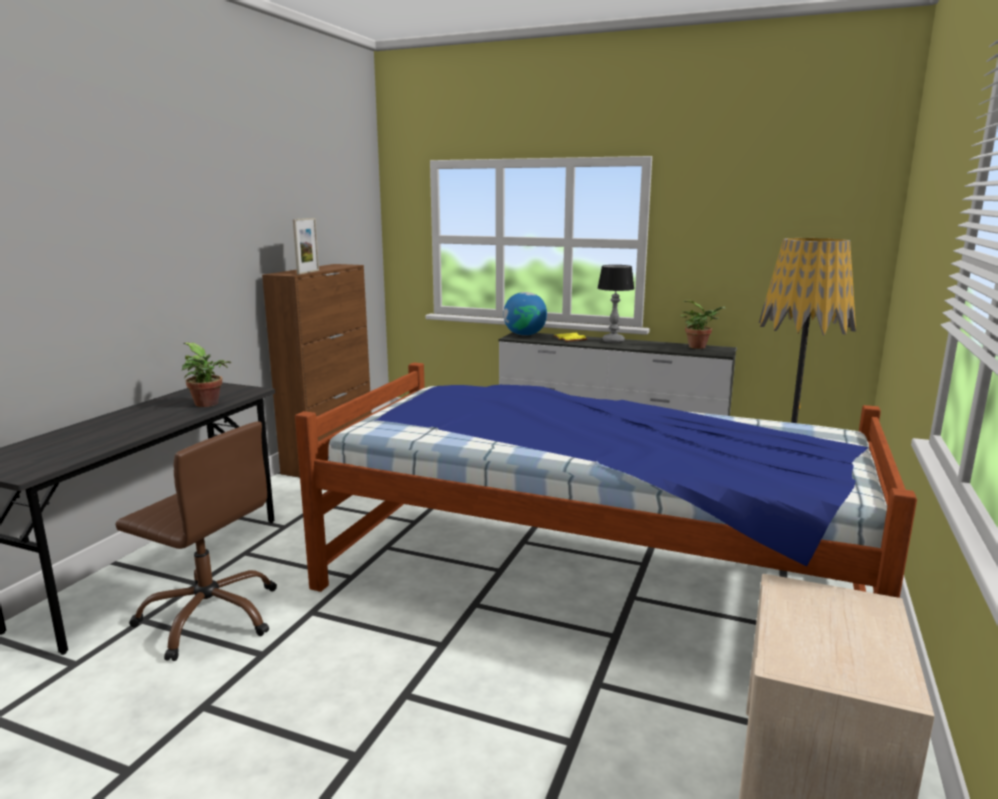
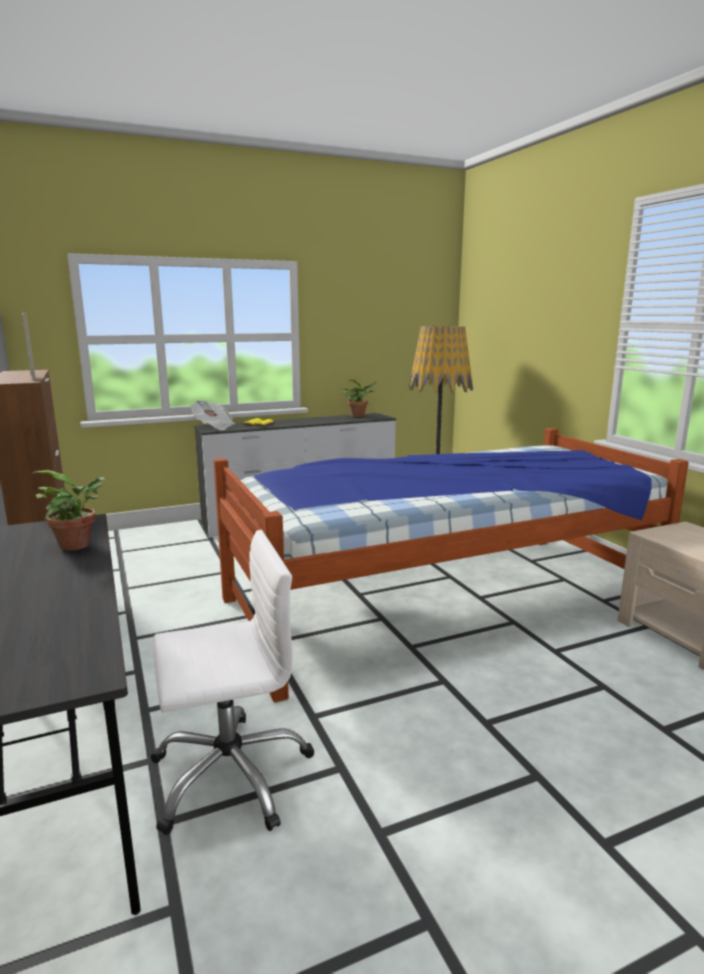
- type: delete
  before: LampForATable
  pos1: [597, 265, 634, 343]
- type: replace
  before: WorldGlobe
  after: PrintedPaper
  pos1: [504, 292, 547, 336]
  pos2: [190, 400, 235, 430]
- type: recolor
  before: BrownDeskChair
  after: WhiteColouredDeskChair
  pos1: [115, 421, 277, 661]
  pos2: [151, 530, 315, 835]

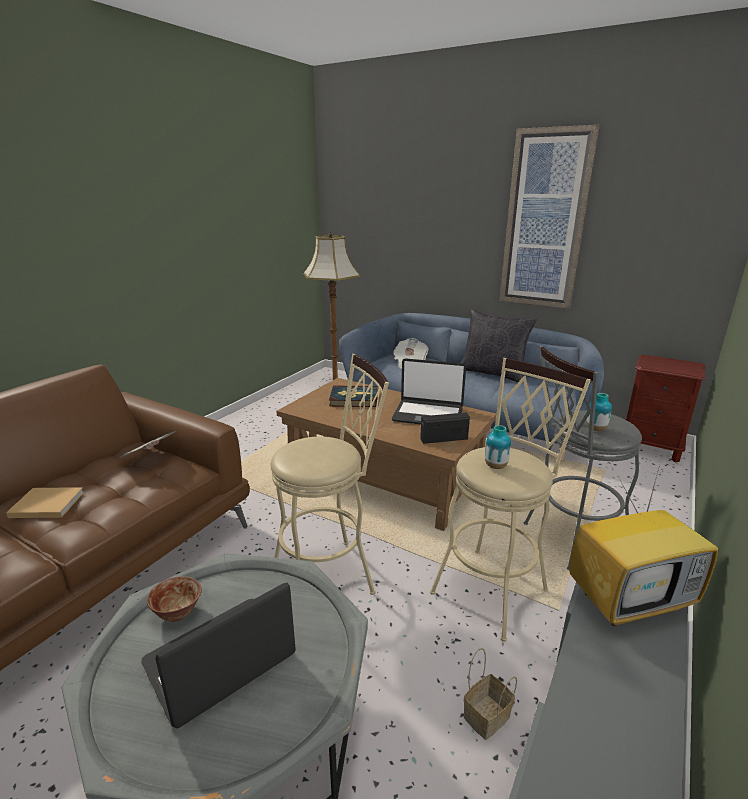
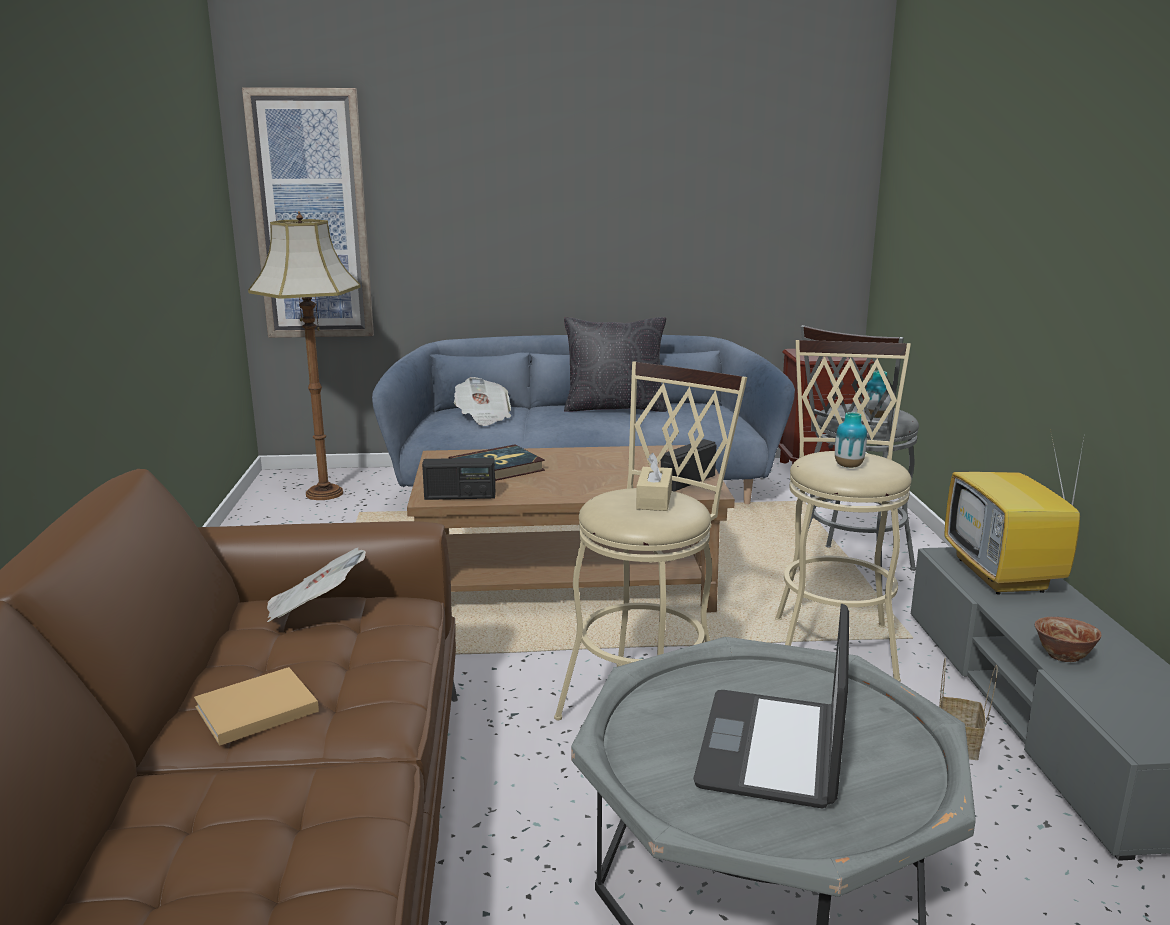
- type: delete
  before: NotebookComputer
  pos1: [392, 358, 466, 424]
- type: insert
  after: Radio
  pos2: [422, 458, 495, 500]
- type: insert
  after: BeigeTissueBox
  pos2: [636, 453, 672, 511]
- type: move
  before: ServingBowl
  pos1: [147, 576, 202, 622]
  pos2: [1035, 617, 1101, 662]
- type: move
  before: Picture
  pos1: [500, 125, 600, 309]
  pos2: [242, 88, 374, 338]
- type: rotate
  before: Tv
  pos1: [570, 461, 718, 626]
  pos2: [945, 433, 1085, 595]
  turn: 135

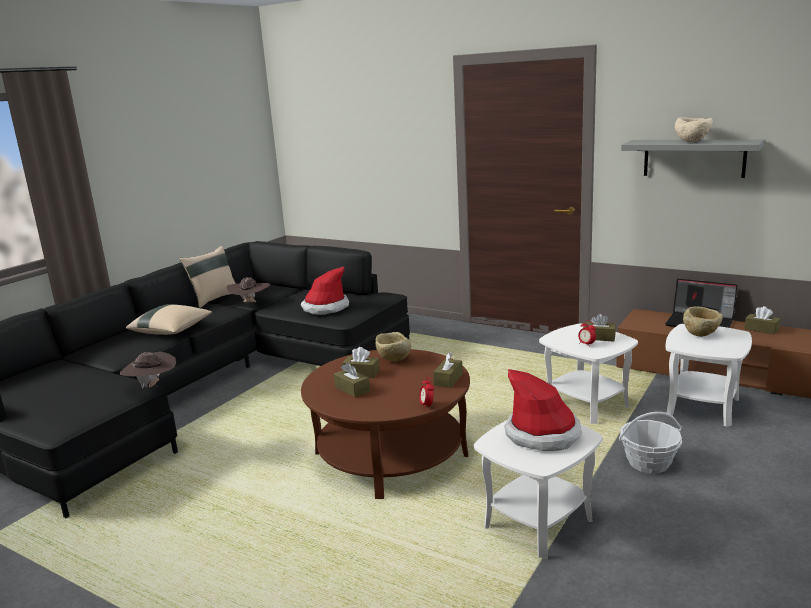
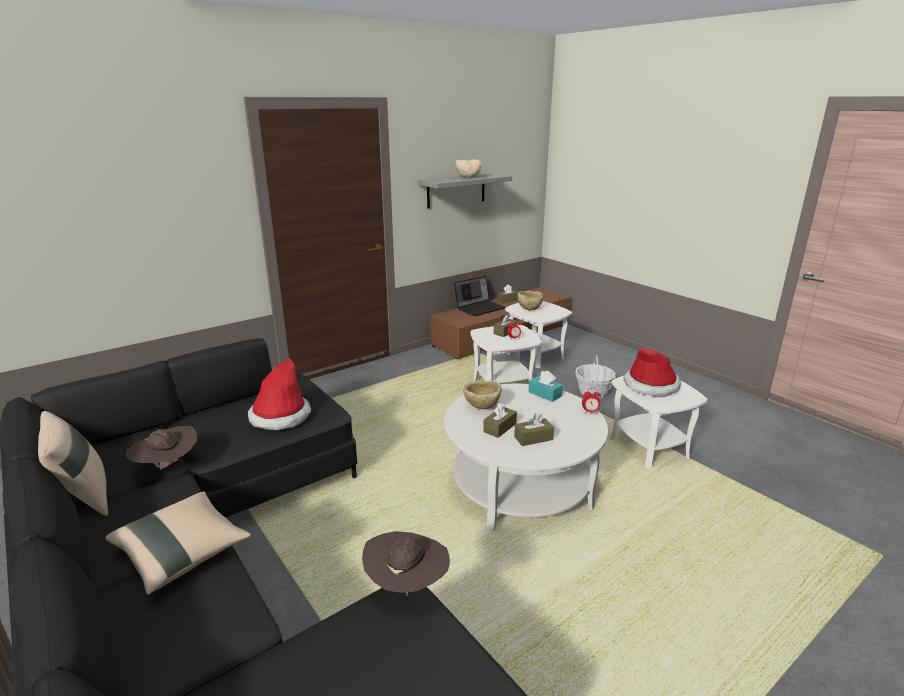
- type: recolor
  before: BrownCoffeeTable
  after: WhiteColouredCoffeeTable
  pos1: [301, 349, 470, 499]
  pos2: [444, 384, 608, 531]
- type: recolor
  before: BrownTissueBox
  after: BlueGreenTissueBox
  pos1: [433, 353, 463, 388]
  pos2: [528, 371, 563, 402]

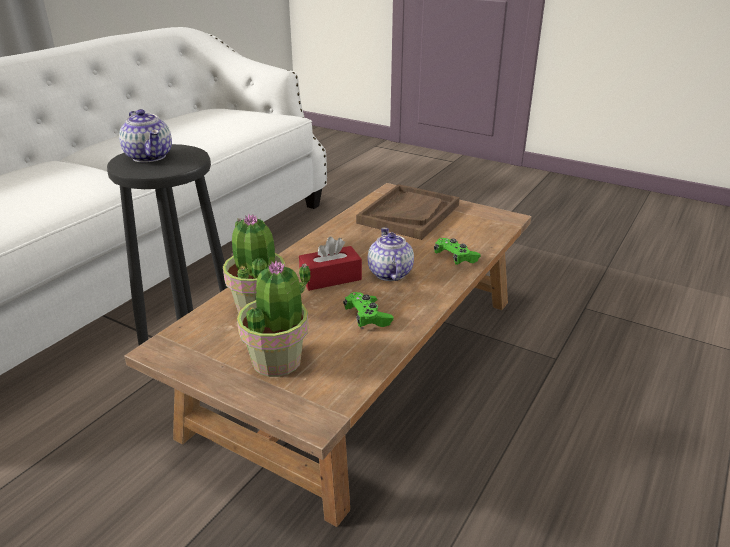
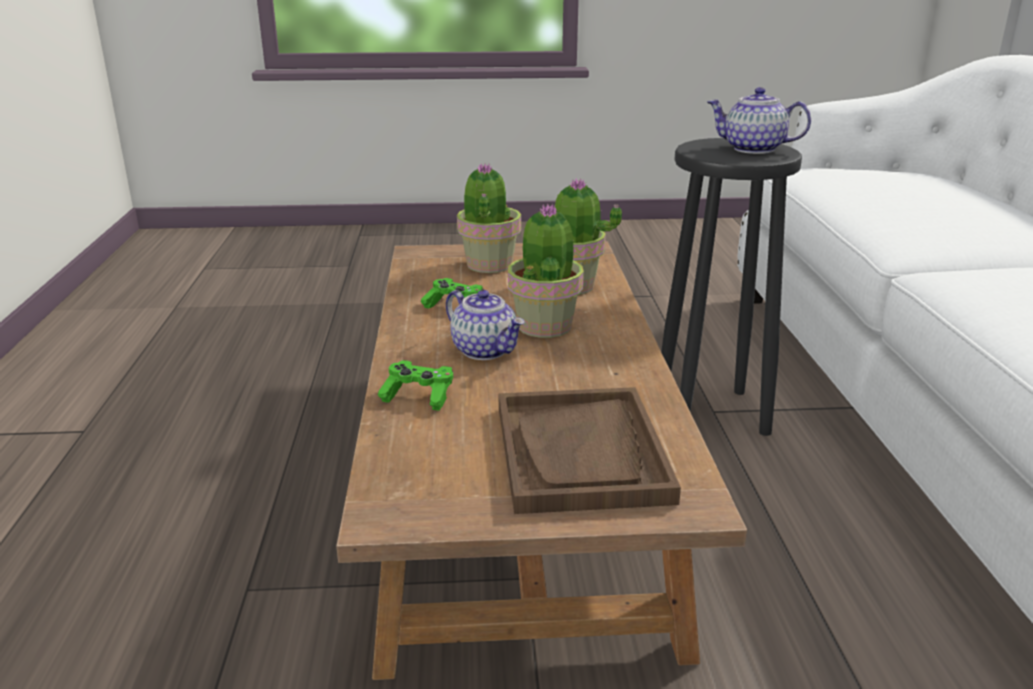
- type: replace
  before: ReddishTissueBox
  after: PottedPlant
  pos1: [299, 237, 362, 291]
  pos2: [508, 204, 584, 338]

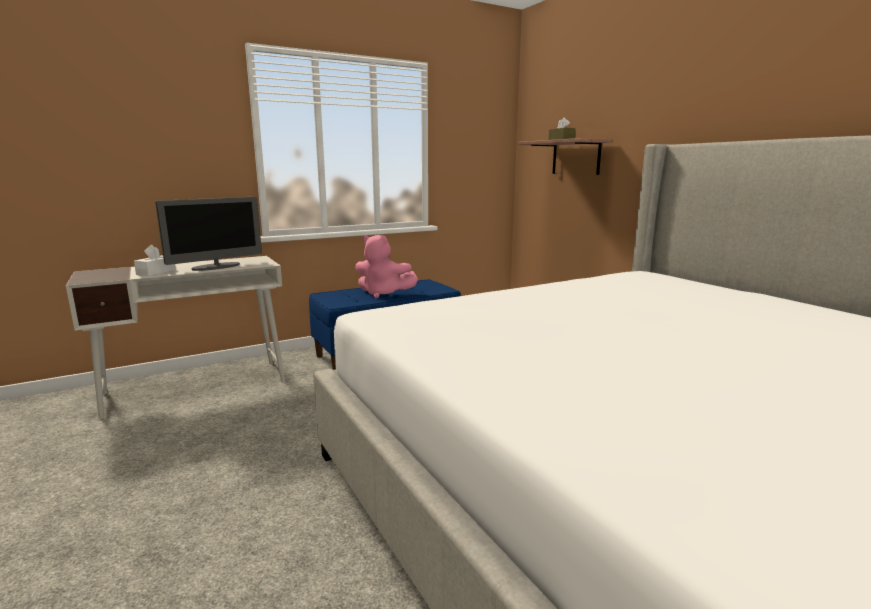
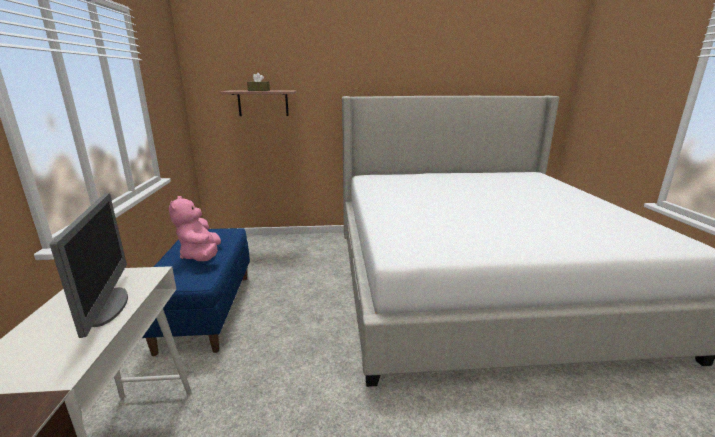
- type: delete
  before: WhiteColouredTissueBox
  pos1: [134, 245, 176, 276]
- type: rotate
  before: PinkPlushToy
  pos1: [355, 235, 418, 298]
  pos2: [169, 196, 221, 261]
  turn: 120

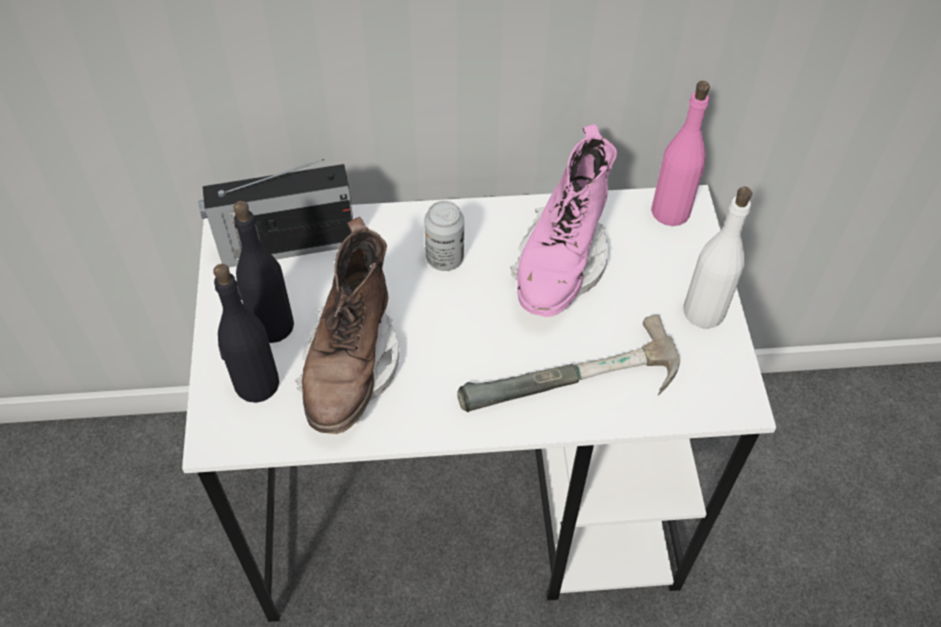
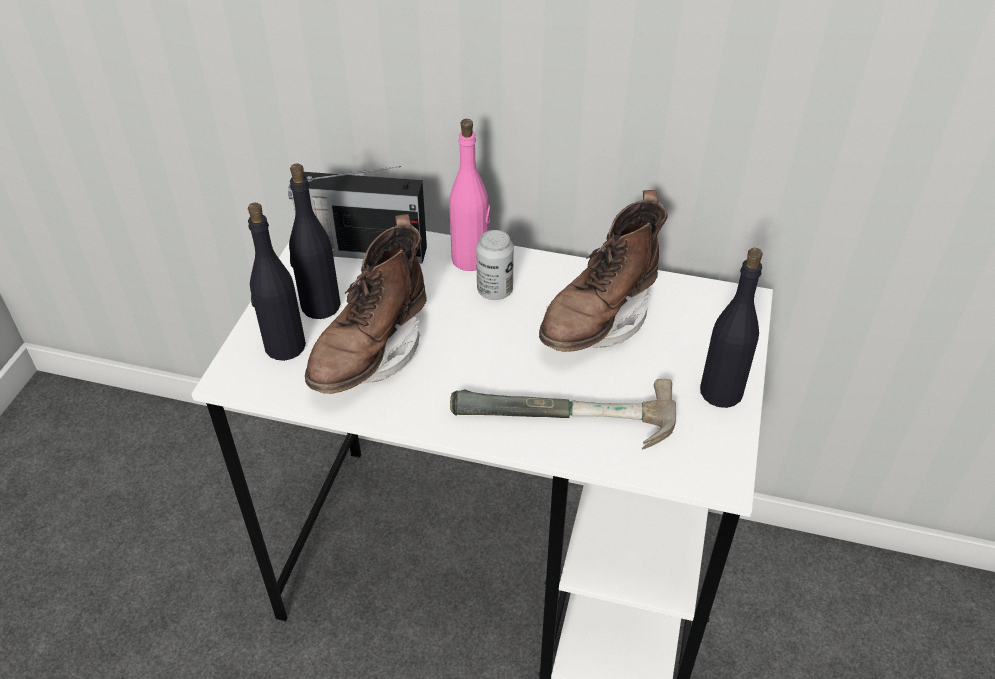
- type: move
  before: PinkBottle
  pos1: [651, 81, 710, 226]
  pos2: [449, 119, 490, 271]
- type: recolor
  before: PinkTallBoot
  after: BrownTallBoot
  pos1: [510, 124, 618, 317]
  pos2: [539, 190, 668, 352]
- type: recolor
  before: WhiteColouredBottle
  after: BlackBottle
  pos1: [684, 187, 752, 329]
  pos2: [700, 248, 763, 408]

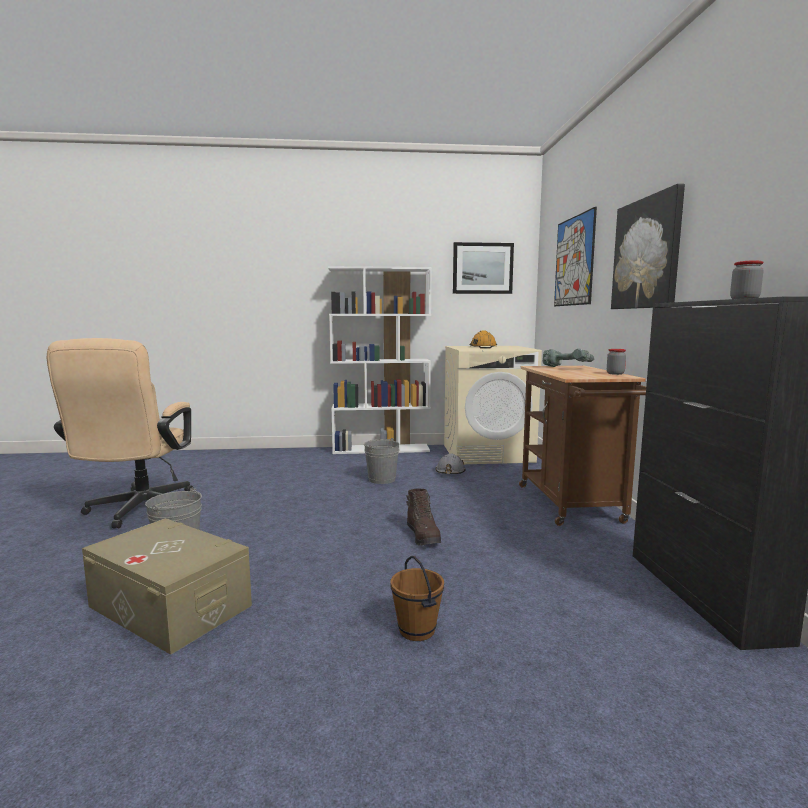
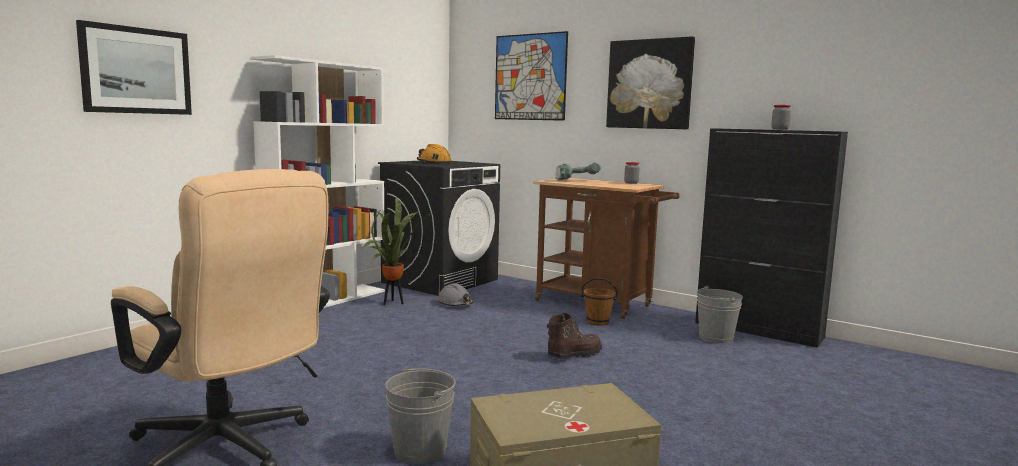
- type: insert
  after: PottedPlant
  pos2: [363, 197, 434, 305]
- type: move
  before: GreyPail
  pos1: [364, 438, 400, 484]
  pos2: [697, 286, 743, 344]
- type: move
  before: BrownPail
  pos1: [390, 556, 444, 641]
  pos2: [581, 278, 618, 326]
- type: move
  before: Picture
  pos1: [453, 242, 514, 294]
  pos2: [76, 20, 192, 115]
- type: recolor
  before: BeigeLaundryAppliance
  after: BlackLaundryAppliance
  pos1: [444, 346, 542, 464]
  pos2: [378, 160, 500, 296]
- type: rotate
  before: BrownTallBoot
  pos1: [406, 489, 441, 545]
  pos2: [547, 313, 602, 359]
  turn: -60

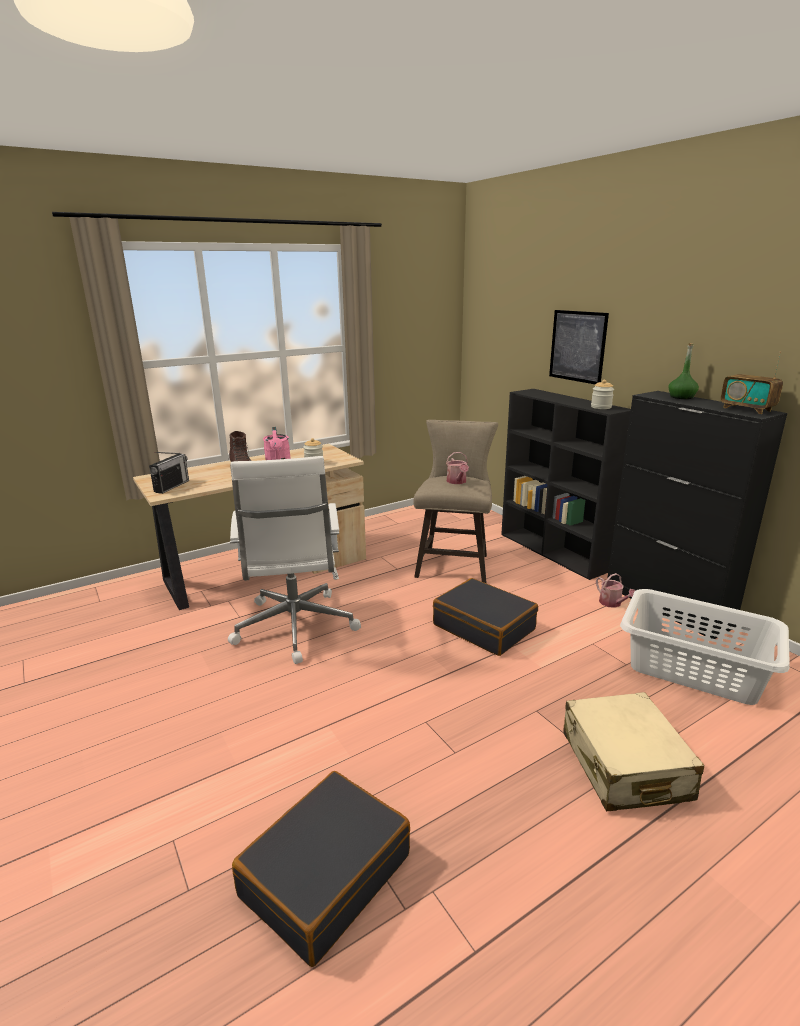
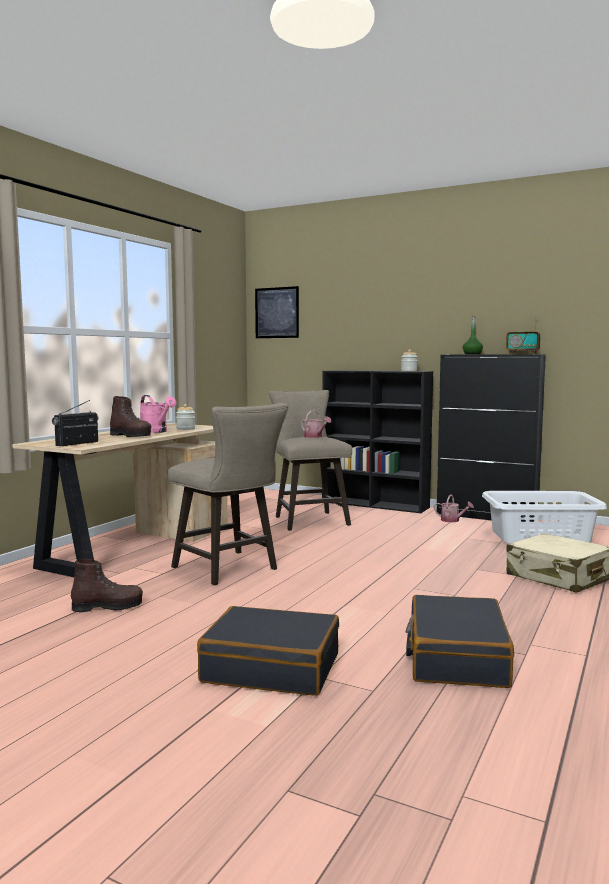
- type: insert
  after: BrownTallBoot
  pos2: [71, 559, 143, 612]
- type: move
  before: BlackPieceOfLuggage
  pos1: [433, 578, 538, 656]
  pos2: [197, 606, 339, 696]
- type: move
  before: Picture
  pos1: [549, 310, 609, 384]
  pos2: [255, 286, 299, 338]
- type: replace
  before: WhiteColouredDeskChair
  after: BeigeStool
  pos1: [228, 456, 361, 664]
  pos2: [168, 403, 288, 585]
- type: rotate
  before: Radio
  pos1: [149, 452, 189, 494]
  pos2: [52, 400, 98, 446]
  turn: -135

